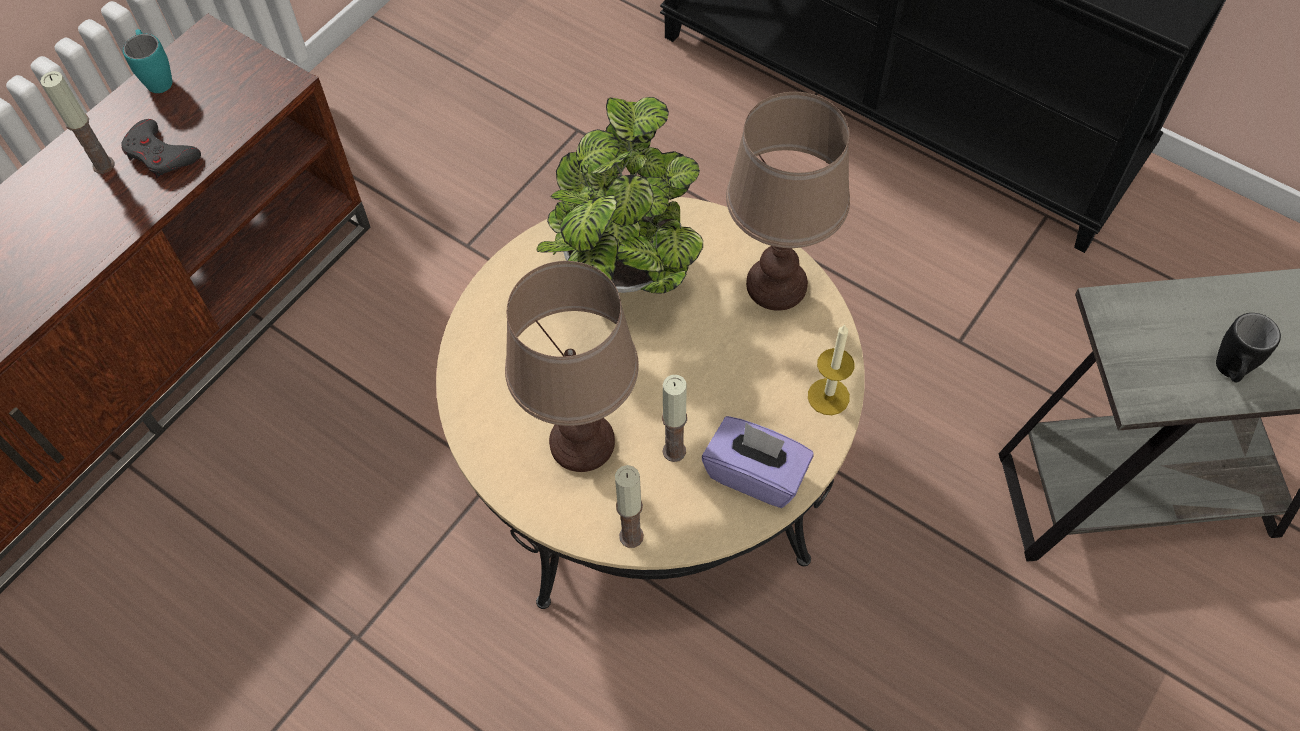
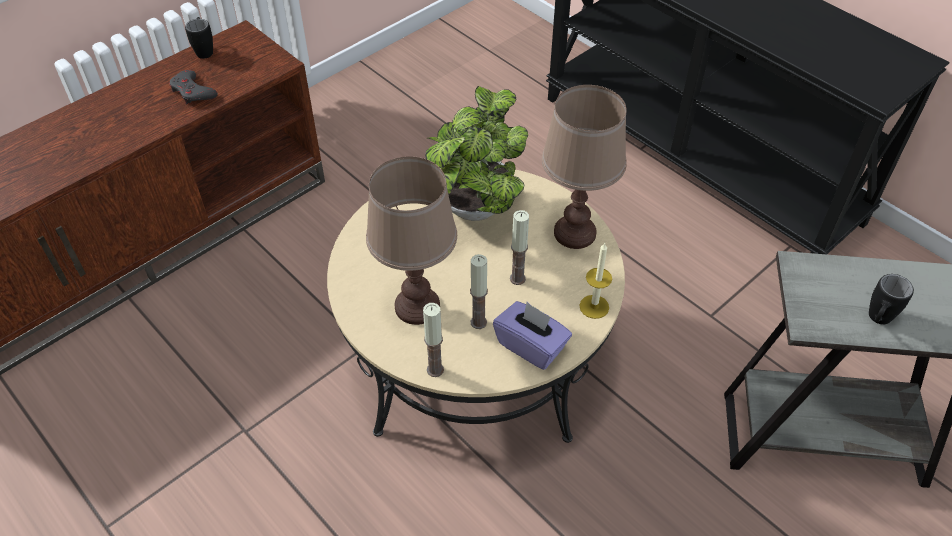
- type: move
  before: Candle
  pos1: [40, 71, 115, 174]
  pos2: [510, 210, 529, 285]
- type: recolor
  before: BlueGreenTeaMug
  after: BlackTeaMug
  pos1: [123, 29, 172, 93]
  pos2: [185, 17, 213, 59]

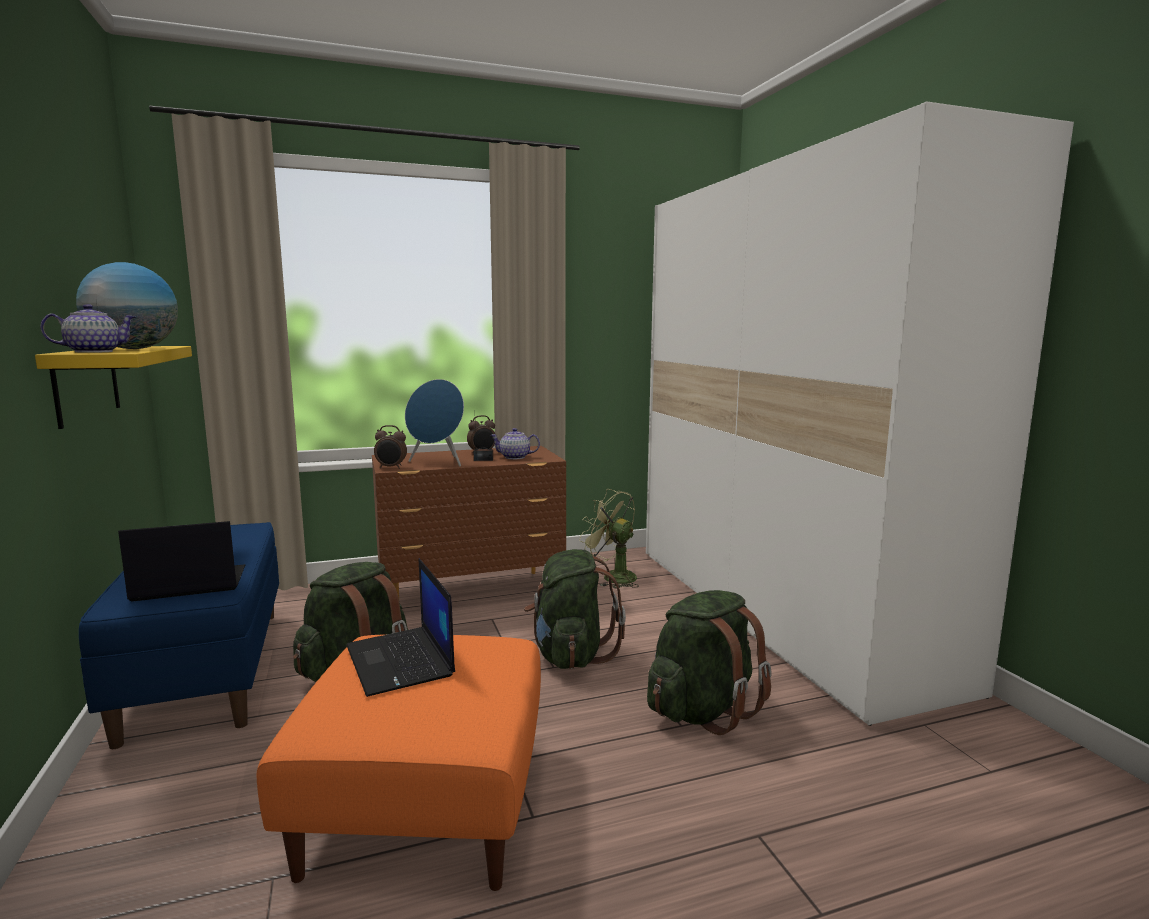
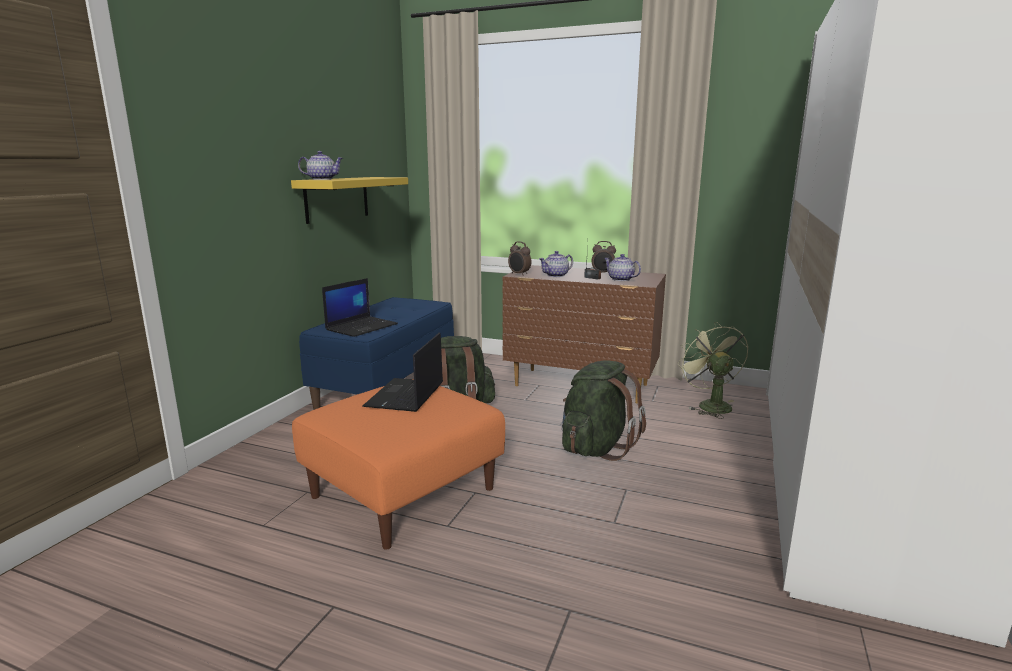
- type: delete
  before: WorldGlobe
  pos1: [76, 262, 178, 349]
- type: delete
  before: GreenBackpack
  pos1: [647, 590, 772, 735]
- type: replace
  before: BlueLoudspeaker
  after: Teapot
  pos1: [405, 379, 464, 466]
  pos2: [539, 251, 573, 277]
- type: rotate
  before: NotebookComputer
  pos1: [118, 521, 245, 602]
  pos2: [322, 278, 398, 337]
  turn: 105

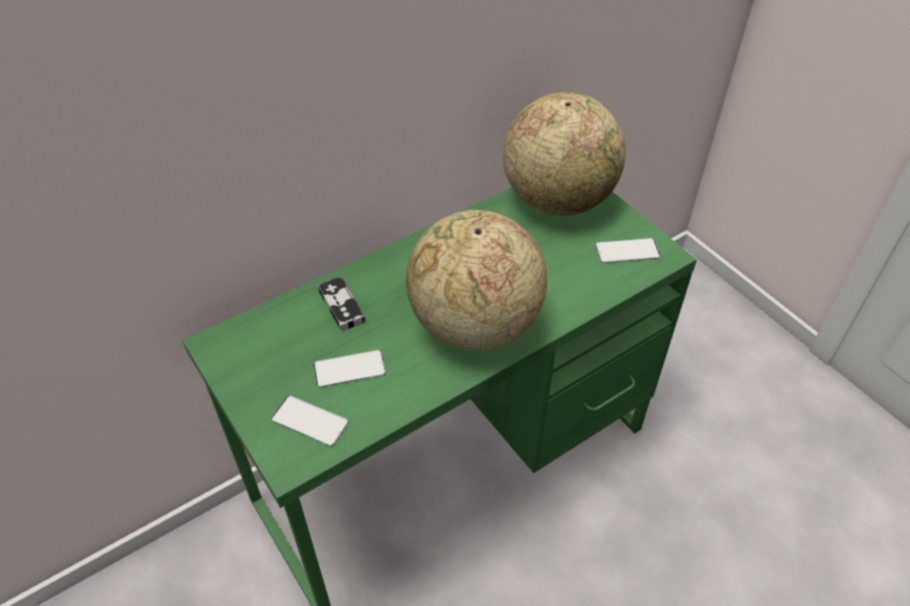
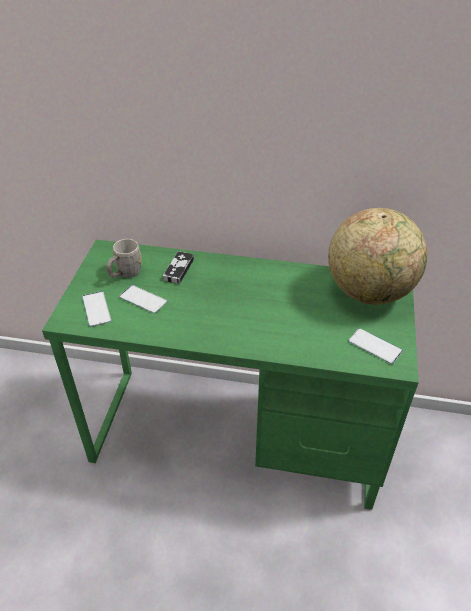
- type: delete
  before: WorldGlobe
  pos1: [406, 210, 547, 351]
- type: insert
  after: GreyTeaMug
  pos2: [106, 239, 142, 278]

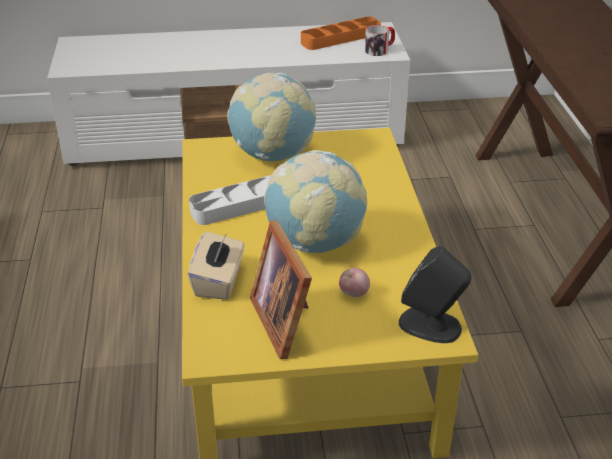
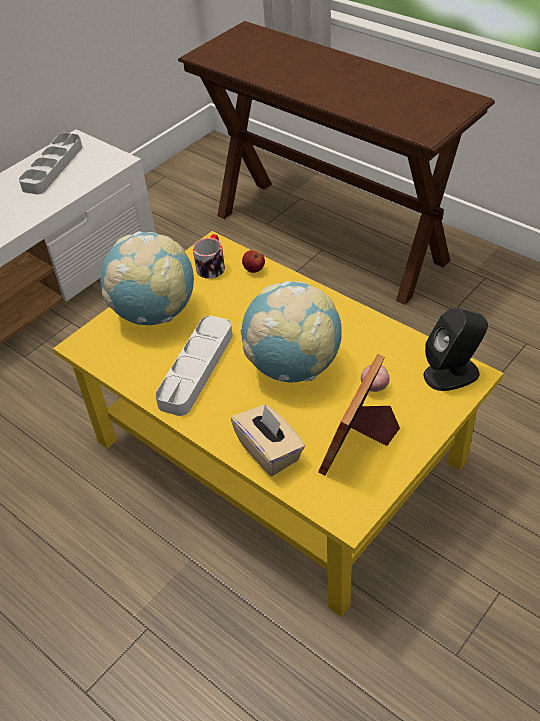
- type: insert
  after: Apple
  pos2: [242, 250, 265, 273]
- type: move
  before: TeaMug
  pos1: [365, 25, 395, 56]
  pos2: [193, 234, 225, 279]
- type: recolor
  before: OrangeColouredCarryingTray
  after: GreyCarryingTray
  pos1: [301, 17, 381, 50]
  pos2: [19, 133, 82, 194]
- type: rotate
  before: PhotoFrame
  pos1: [250, 221, 312, 359]
  pos2: [318, 354, 400, 476]
  turn: 90

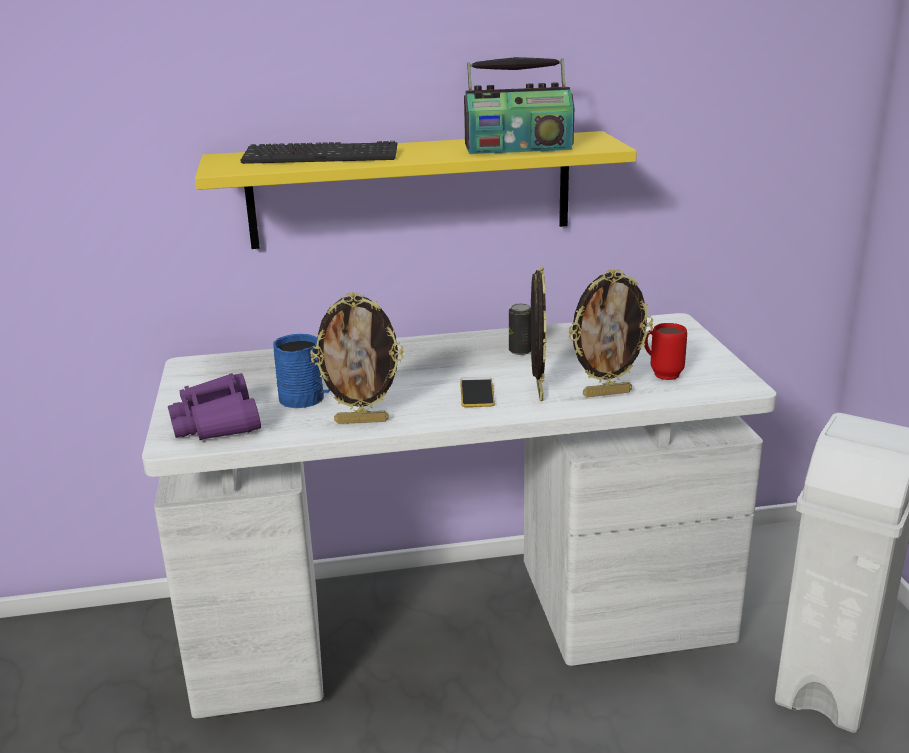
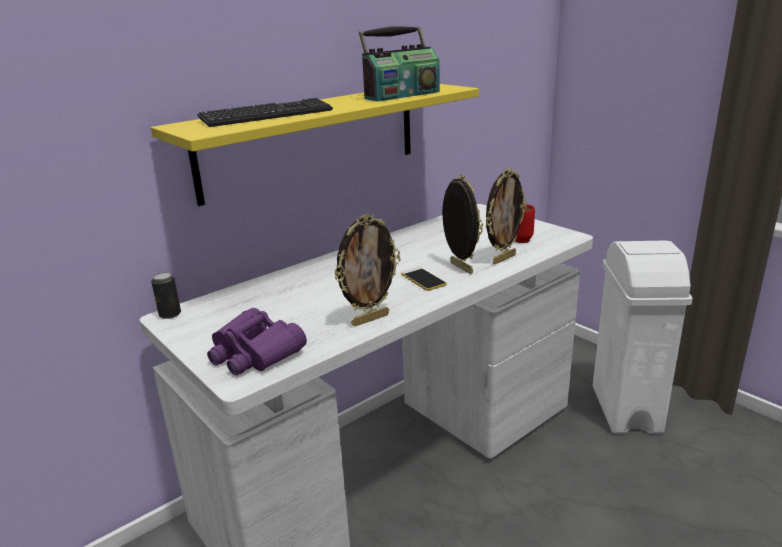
- type: delete
  before: BlueTeaMug
  pos1: [273, 334, 331, 408]
- type: move
  before: MetalCan
  pos1: [509, 303, 531, 355]
  pos2: [151, 272, 181, 319]

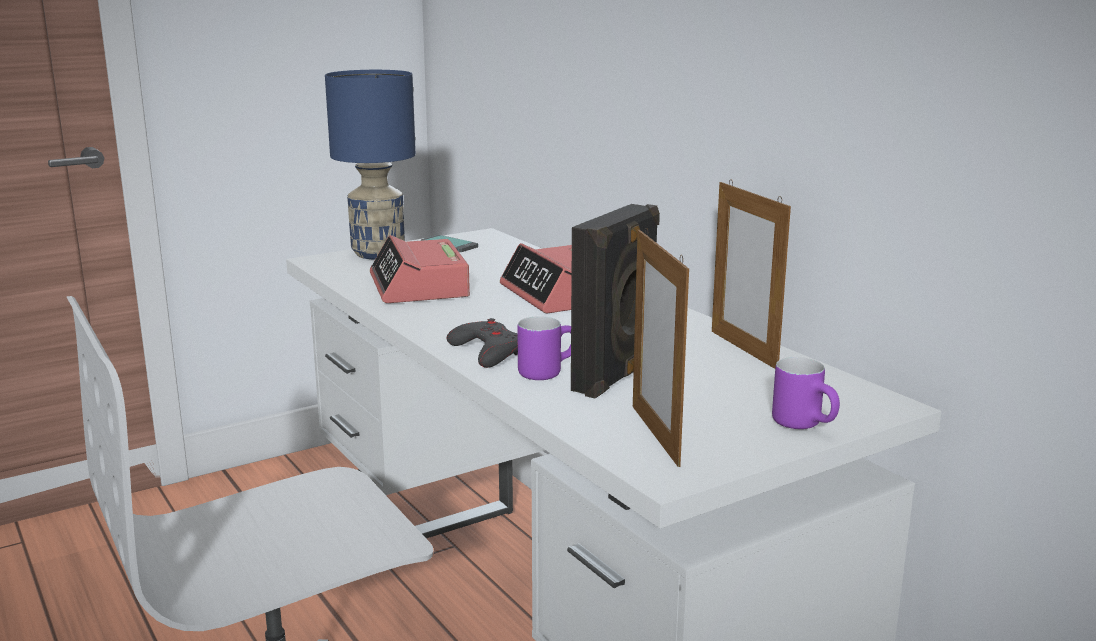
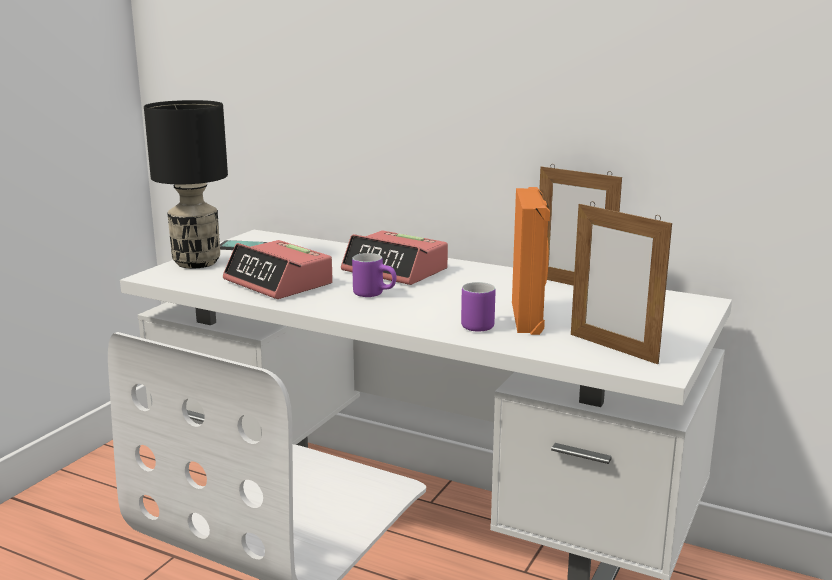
- type: delete
  before: GreyJoypad
  pos1: [447, 318, 518, 368]
- type: move
  before: PurpleTeaMug
  pos1: [772, 357, 840, 429]
  pos2: [352, 253, 397, 297]
- type: recolor
  before: BlueLampForATable
  after: BlackLampForATable
  pos1: [325, 70, 416, 259]
  pos2: [144, 100, 228, 268]
- type: recolor
  before: BlackLoudspeaker
  after: OrangeColouredLoudspeaker
  pos1: [571, 204, 660, 399]
  pos2: [512, 187, 550, 335]

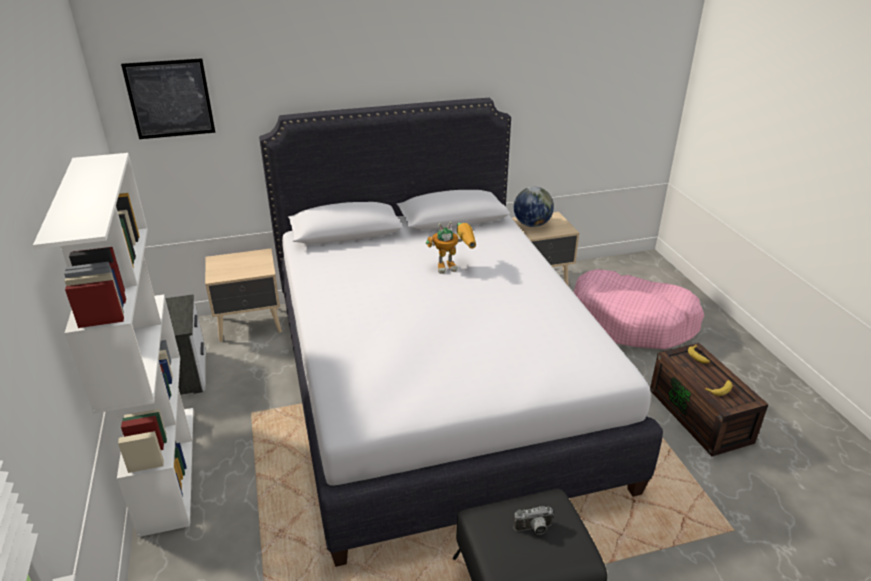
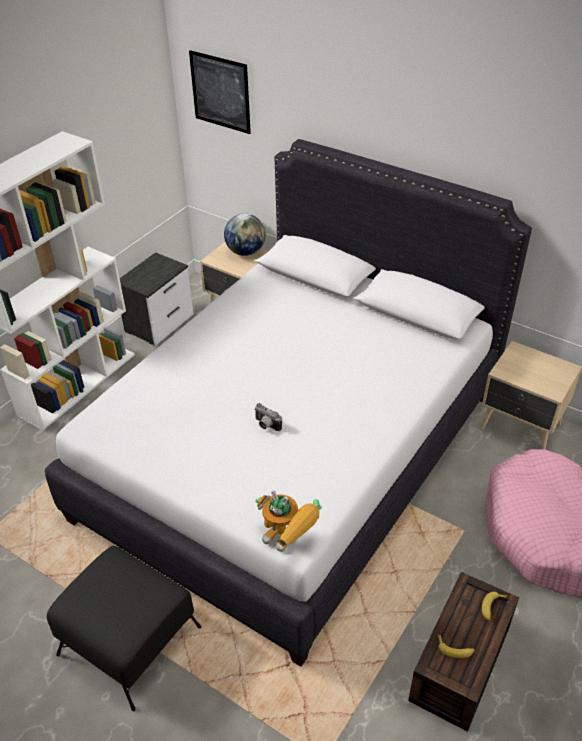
- type: move
  before: ModelRobot
  pos1: [426, 222, 476, 274]
  pos2: [255, 490, 322, 552]
- type: move
  before: StillCamera
  pos1: [513, 506, 554, 534]
  pos2: [254, 403, 282, 431]
- type: move
  before: WorldGlobe
  pos1: [514, 187, 554, 227]
  pos2: [224, 213, 265, 256]

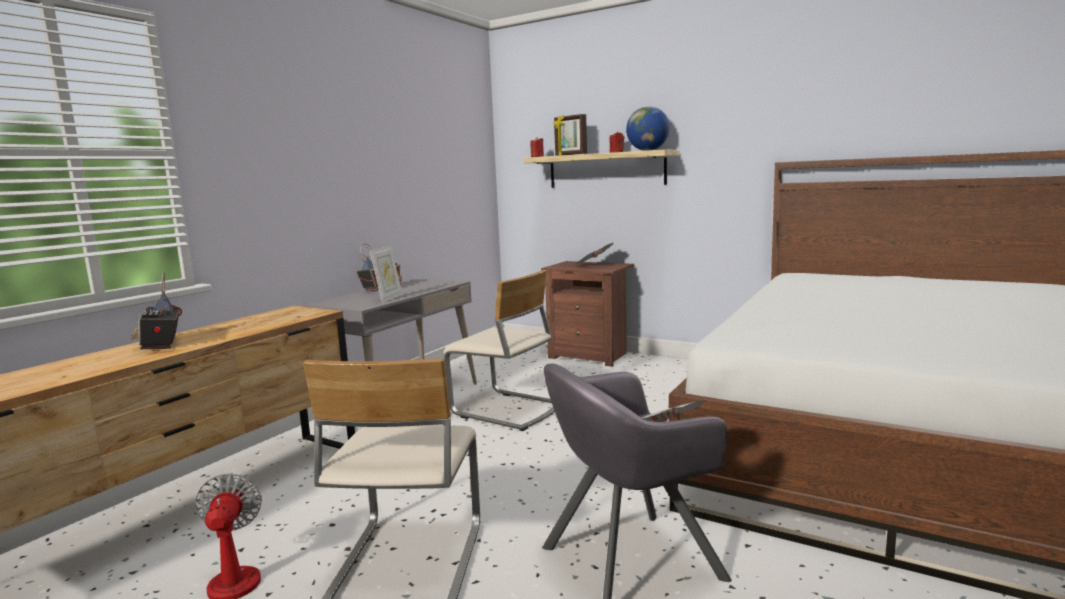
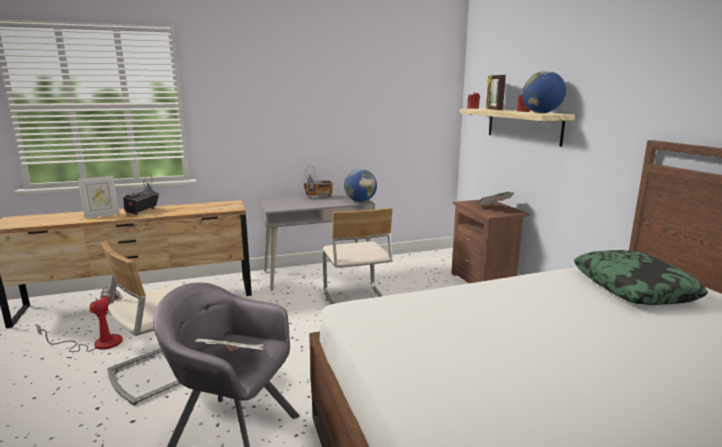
- type: insert
  after: WorldGlobe
  pos2: [344, 169, 377, 202]
- type: insert
  after: Pillow
  pos2: [574, 250, 708, 305]
- type: move
  before: PhotoFrame
  pos1: [370, 246, 403, 303]
  pos2: [78, 176, 120, 218]

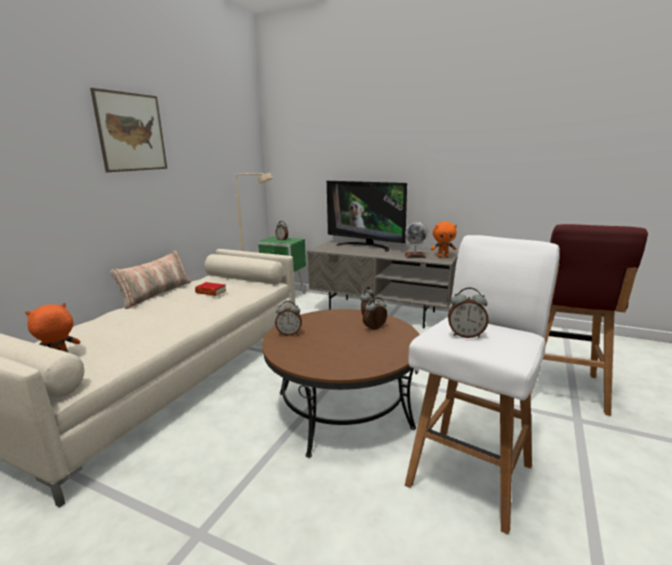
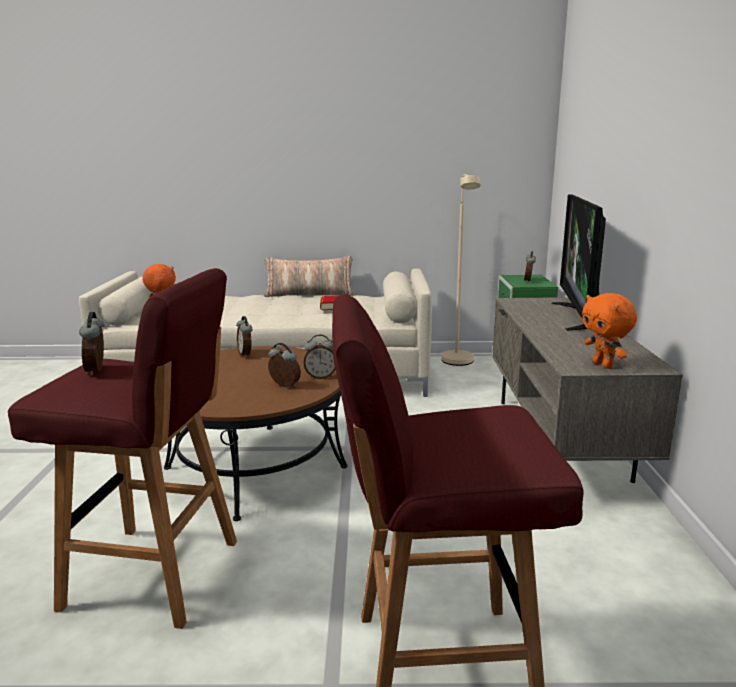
- type: delete
  before: Picture
  pos1: [90, 88, 167, 172]
- type: delete
  before: WorldGlobe
  pos1: [404, 221, 429, 258]
- type: recolor
  before: WhiteColouredStool
  after: ReddishStool
  pos1: [405, 235, 560, 534]
  pos2: [8, 268, 237, 629]

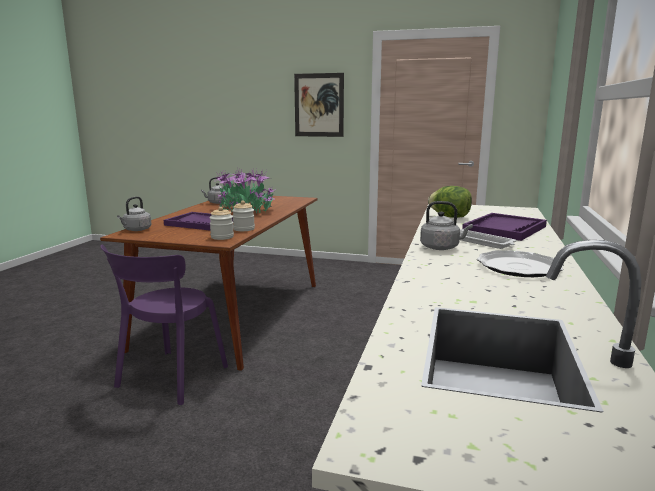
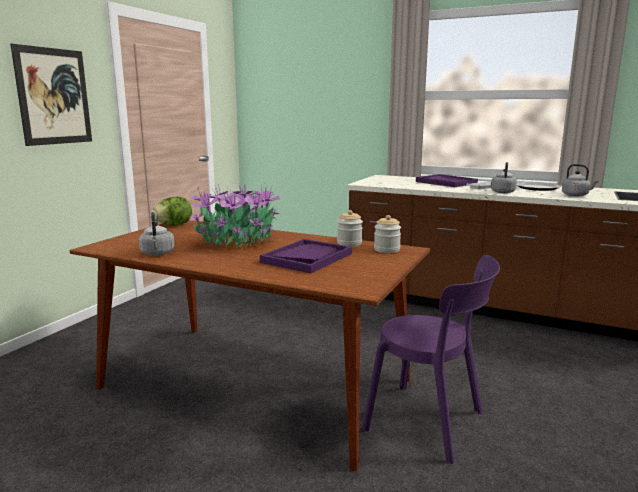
- type: move
  before: GreyTeaKettle
  pos1: [117, 196, 151, 231]
  pos2: [562, 164, 599, 196]
- type: move
  before: HeadOfLettuce
  pos1: [428, 186, 472, 218]
  pos2: [152, 197, 192, 226]

